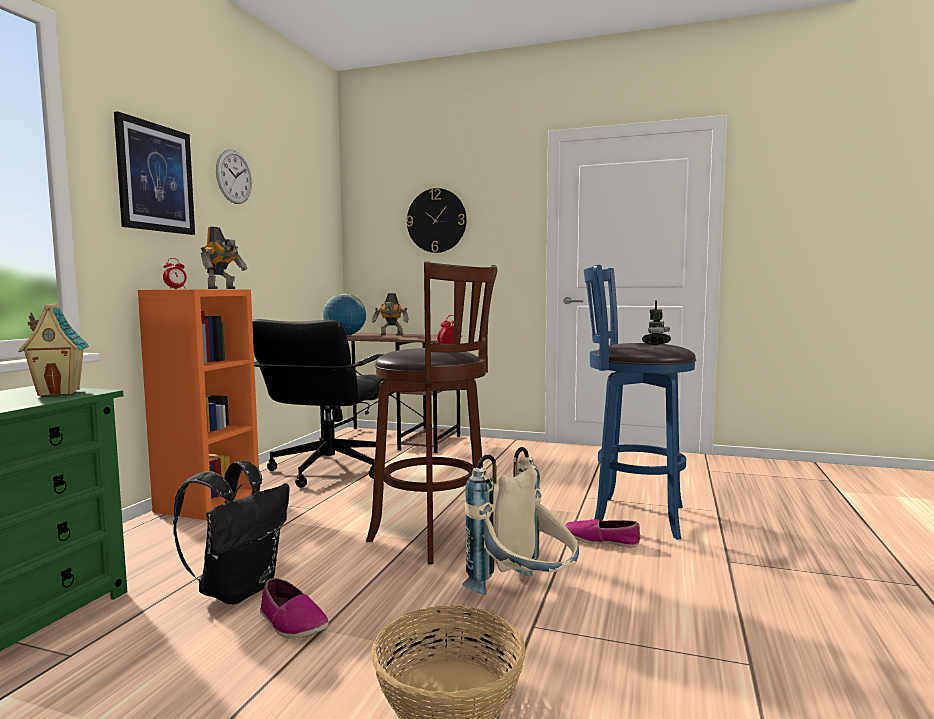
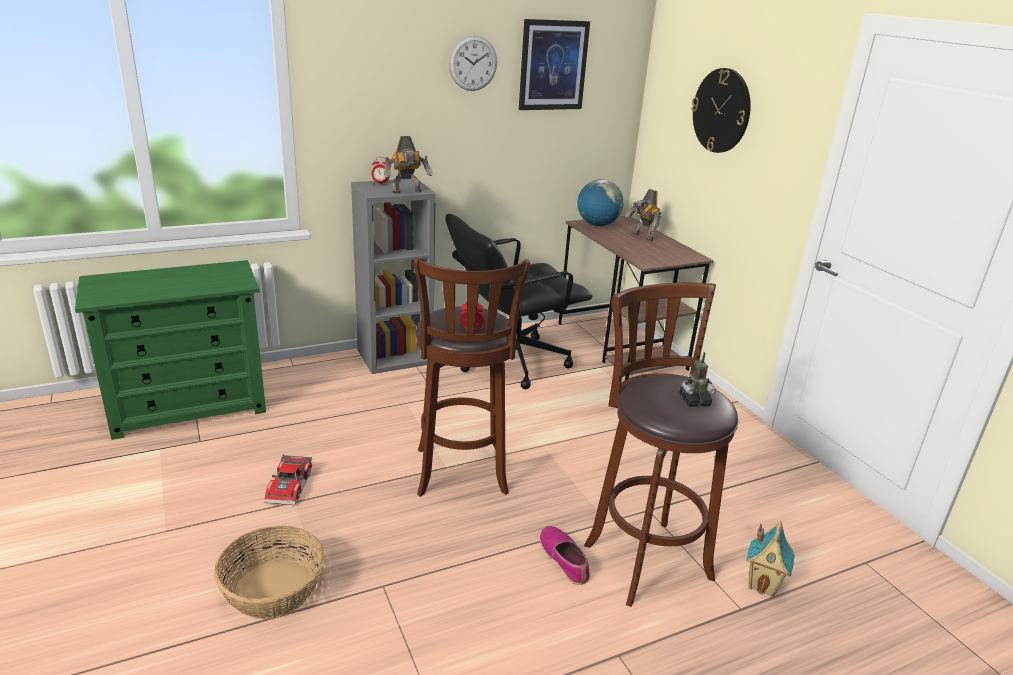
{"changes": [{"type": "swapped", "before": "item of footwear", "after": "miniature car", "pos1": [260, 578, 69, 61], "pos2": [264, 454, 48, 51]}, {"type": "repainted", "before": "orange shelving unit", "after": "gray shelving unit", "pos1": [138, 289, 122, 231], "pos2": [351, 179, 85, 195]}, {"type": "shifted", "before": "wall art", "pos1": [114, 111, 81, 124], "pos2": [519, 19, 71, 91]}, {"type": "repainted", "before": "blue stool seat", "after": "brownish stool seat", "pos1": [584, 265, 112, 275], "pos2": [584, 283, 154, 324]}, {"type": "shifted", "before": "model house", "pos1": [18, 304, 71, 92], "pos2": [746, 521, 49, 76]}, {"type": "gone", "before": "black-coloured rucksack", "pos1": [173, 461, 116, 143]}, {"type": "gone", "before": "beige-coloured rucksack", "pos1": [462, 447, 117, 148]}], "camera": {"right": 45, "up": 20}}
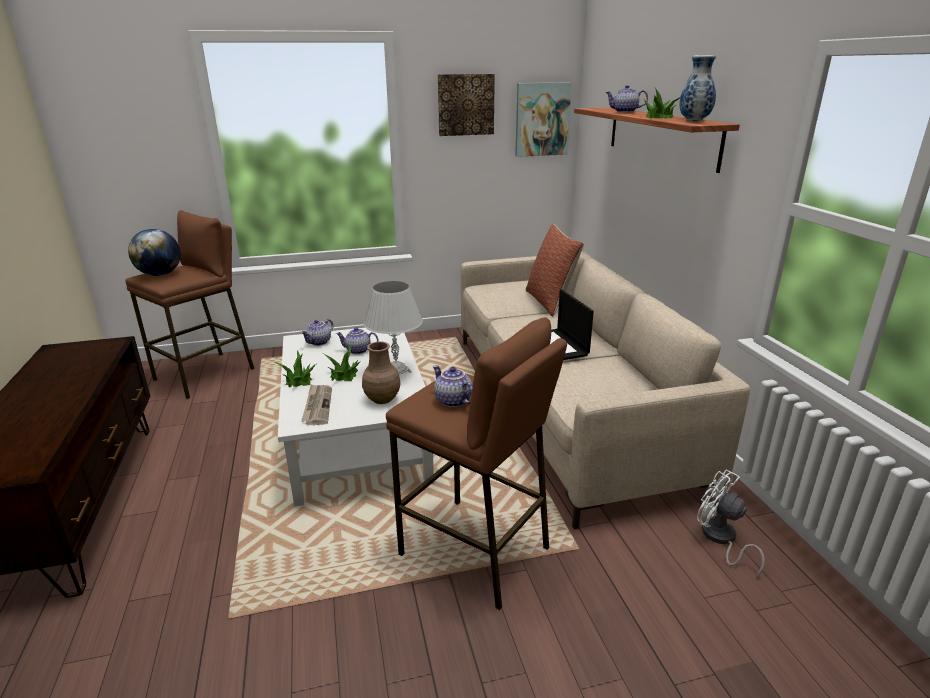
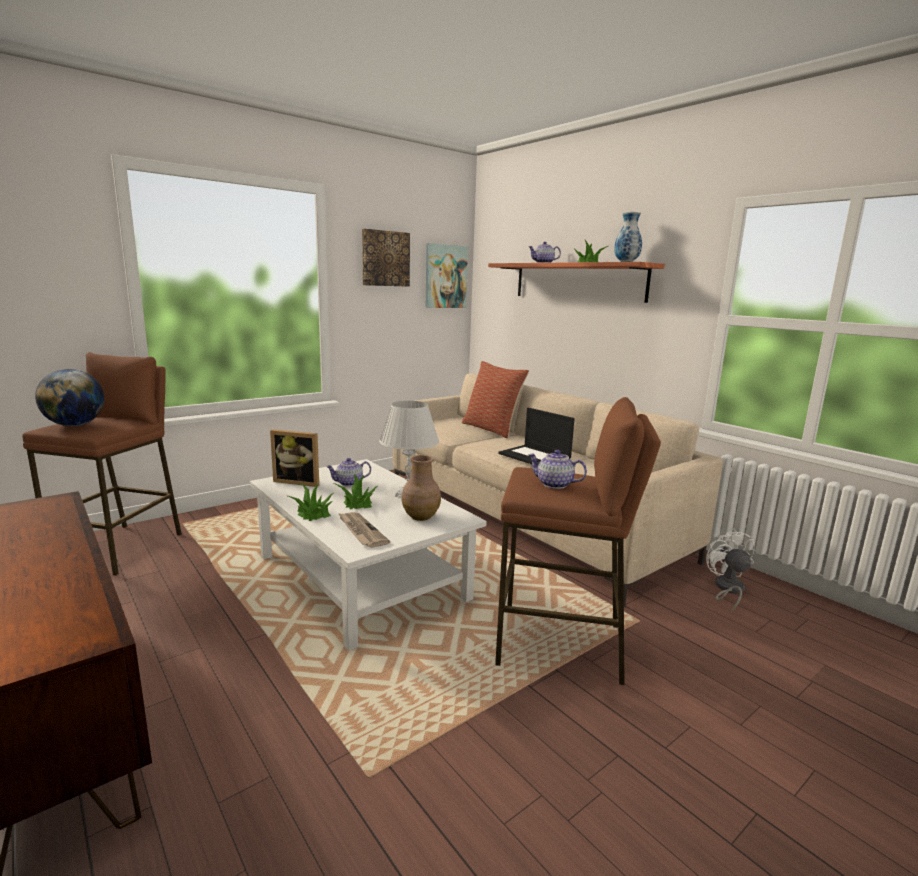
{"changes": [{"type": "swapped", "before": "pot for tea", "after": "photo frame", "pos1": [301, 319, 32, 27], "pos2": [270, 429, 49, 58]}, {"type": "rotated", "before": "white electric fan", "pos1": [697, 470, 68, 108], "pos2": [706, 528, 48, 84], "turn": 60}], "camera": {"right": -25, "up": -10}}
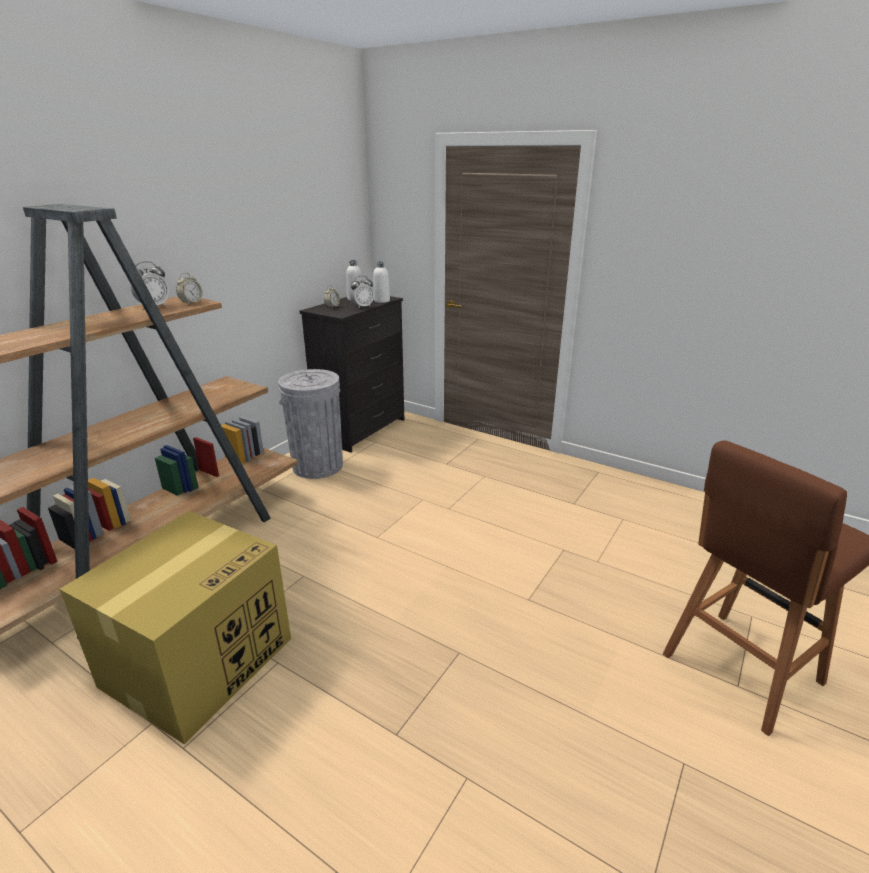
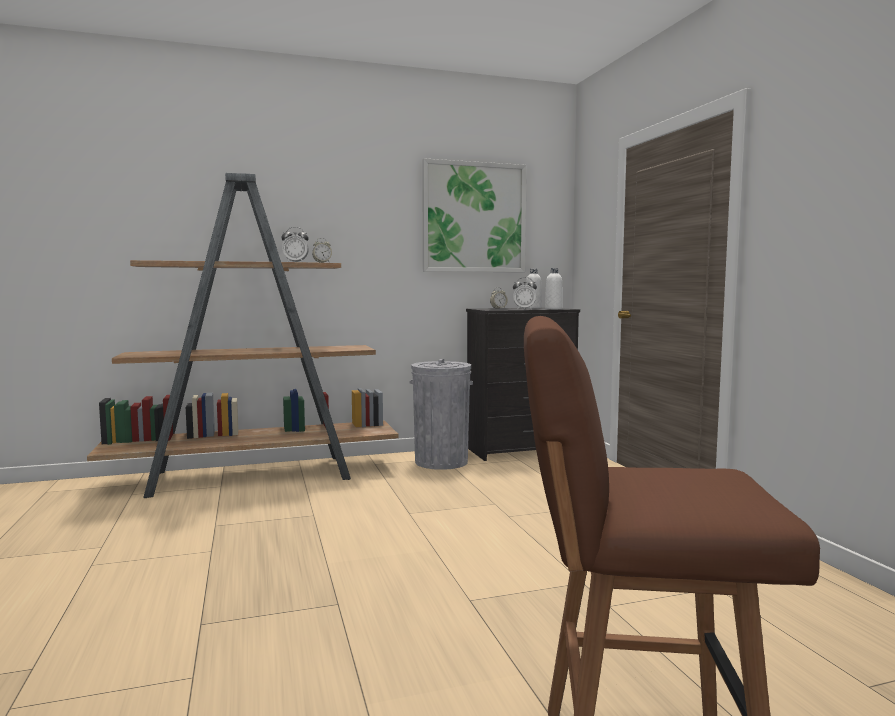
{"changes": [{"type": "new", "after": "wall art", "pos2": [422, 158, 105, 114]}, {"type": "gone", "before": "packing box", "pos1": [60, 511, 231, 233]}], "camera": {"right": 40, "up": -20}}
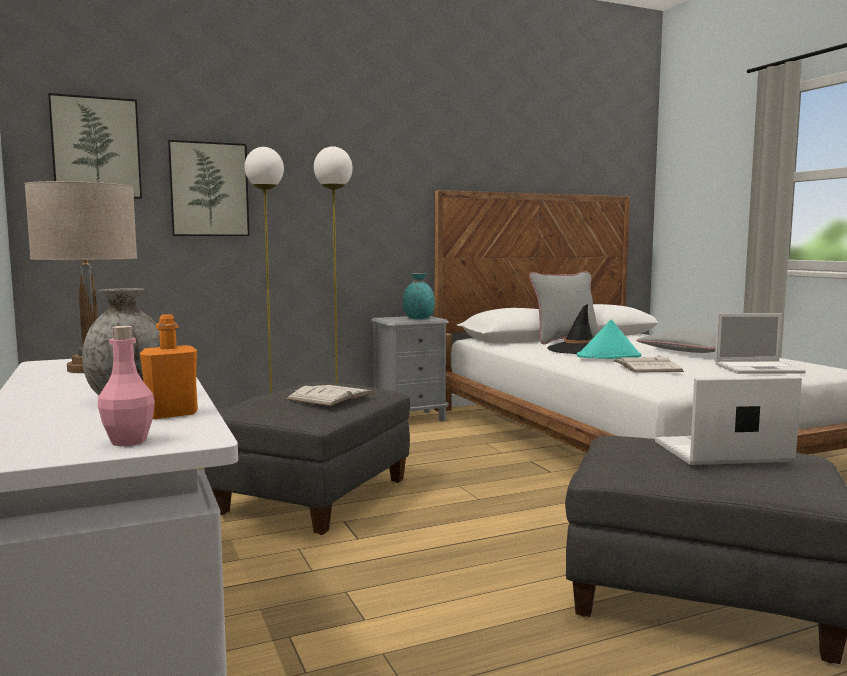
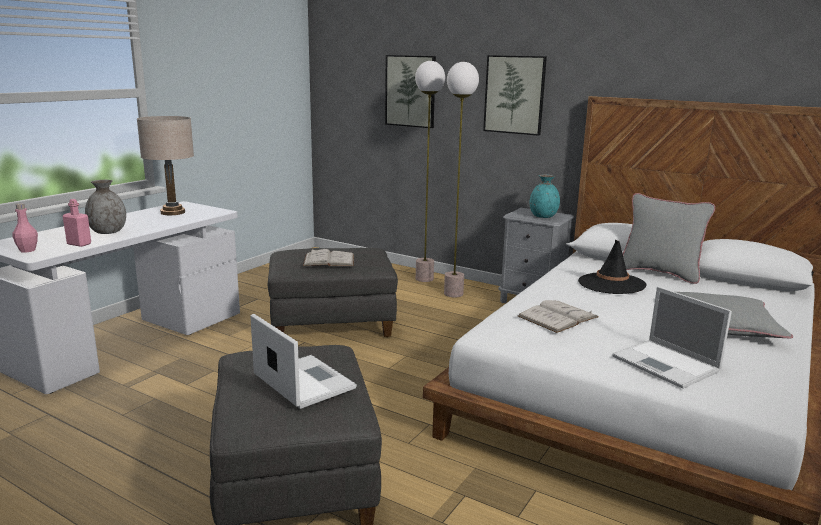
{"changes": [{"type": "repainted", "before": "orange beverage bottle", "after": "pinkish beverage bottle", "pos1": [140, 314, 58, 105], "pos2": [63, 199, 28, 48]}, {"type": "shifted", "before": "wall art", "pos1": [48, 93, 94, 106], "pos2": [483, 55, 64, 81]}, {"type": "gone", "before": "turquoise hat", "pos1": [577, 319, 64, 40]}], "camera": {"right": 55, "up": 10}}
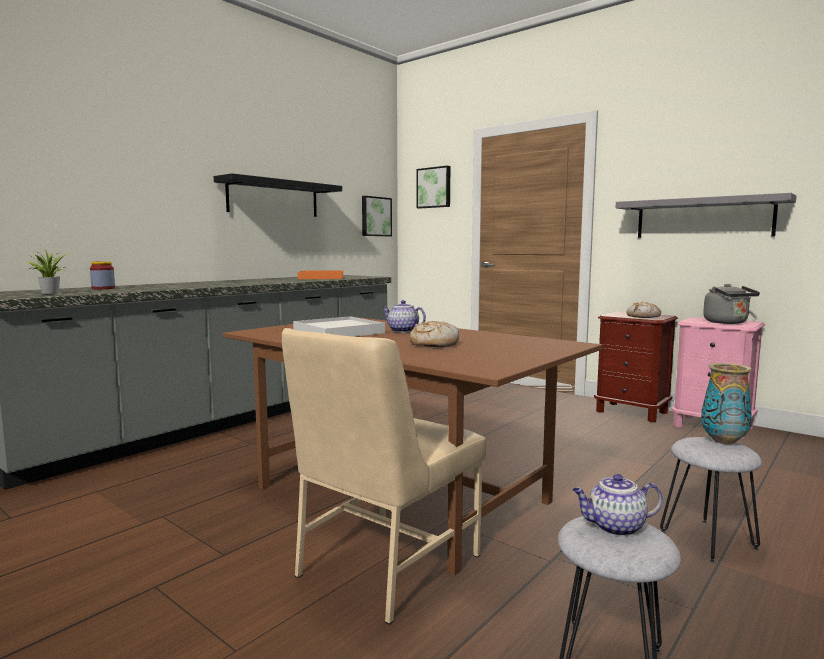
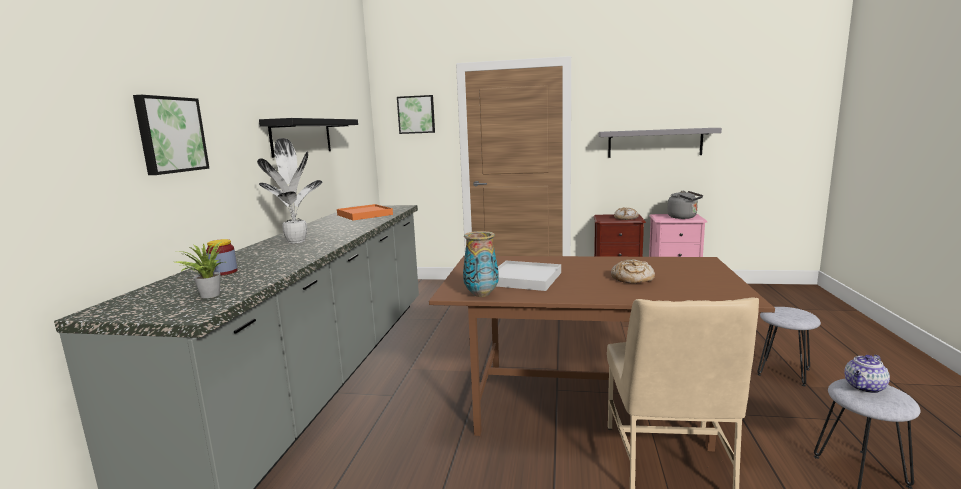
{"changes": [{"type": "shifted", "before": "wall art", "pos1": [362, 196, 30, 40], "pos2": [133, 95, 76, 80]}, {"type": "new", "after": "potted plant", "pos2": [257, 138, 65, 106]}, {"type": "shifted", "before": "flower vase", "pos1": [701, 363, 51, 81], "pos2": [463, 231, 36, 66]}, {"type": "gone", "before": "pot for tea", "pos1": [382, 300, 44, 33]}], "camera": {"right": -30, "up": 5}}
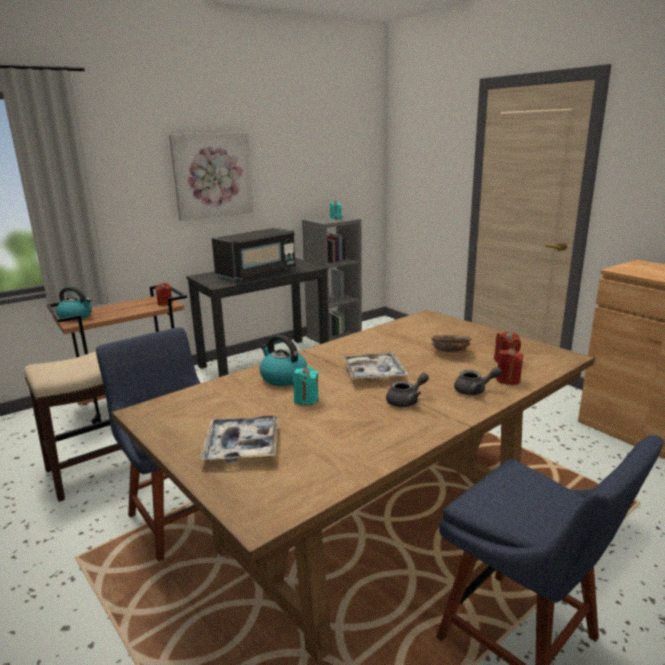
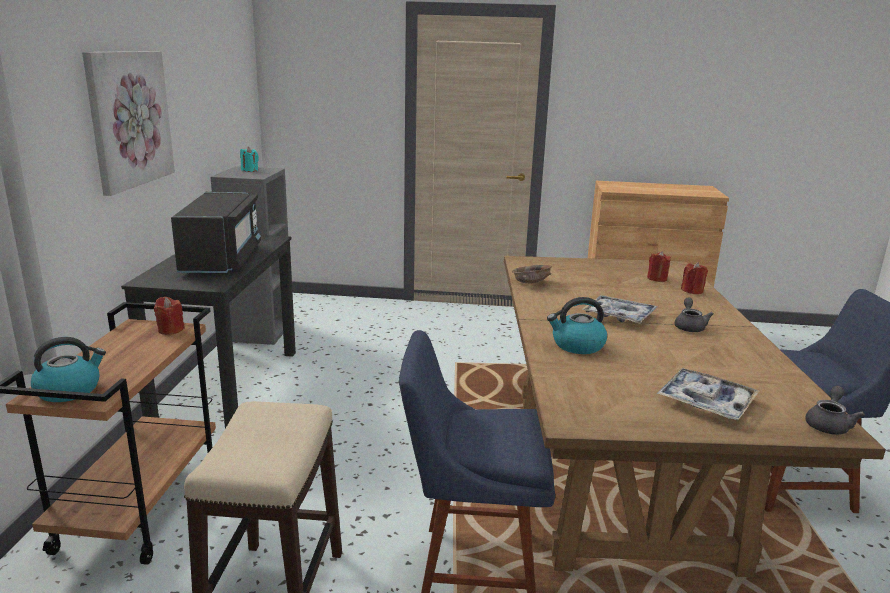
{"changes": [{"type": "shifted", "before": "brownish deep dish", "pos1": [430, 335, 42, 17], "pos2": [512, 265, 40, 19]}, {"type": "shifted", "before": "gray pot for tea", "pos1": [454, 367, 48, 28], "pos2": [805, 386, 60, 49]}, {"type": "gone", "before": "turquoise wax candle", "pos1": [293, 366, 26, 39]}], "camera": {"right": -50, "up": 0}}
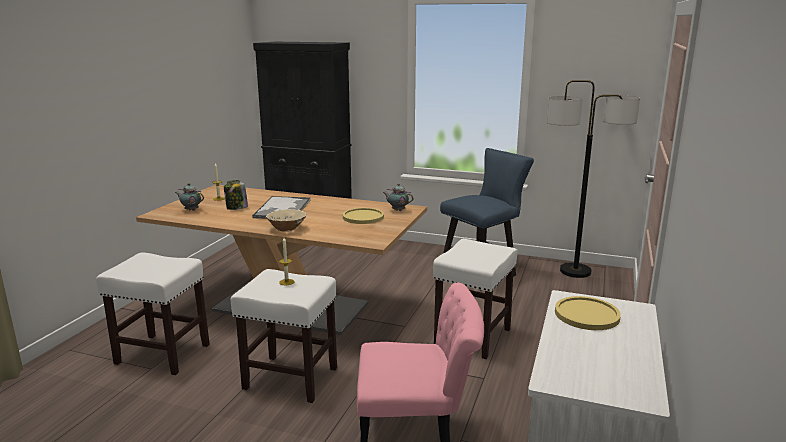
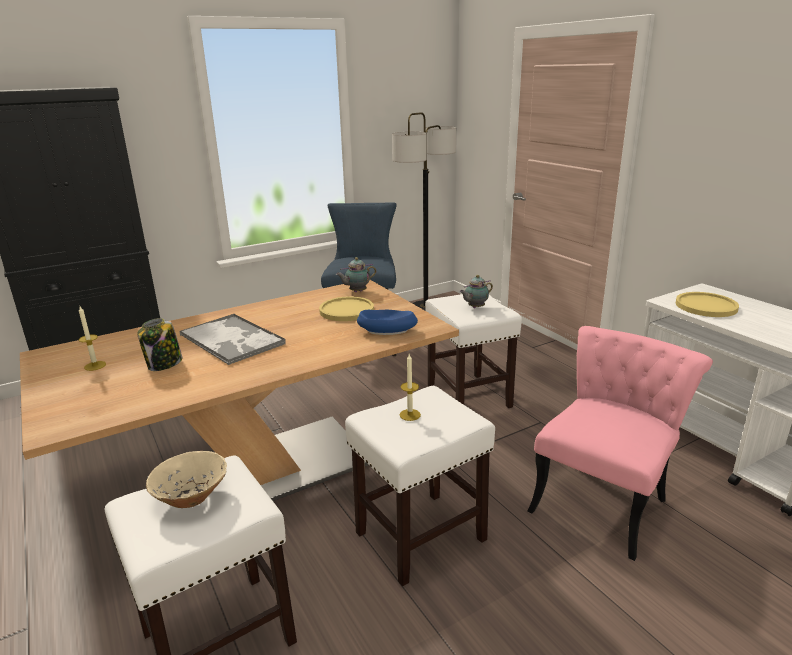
{"changes": [{"type": "shifted", "before": "beige-coloured deep dish", "pos1": [266, 209, 40, 23], "pos2": [146, 451, 81, 57]}, {"type": "new", "after": "blue deep dish", "pos2": [357, 310, 61, 25]}, {"type": "shifted", "before": "pot for tea", "pos1": [175, 183, 29, 28], "pos2": [459, 275, 34, 33]}], "camera": {"right": -50, "up": 5}}
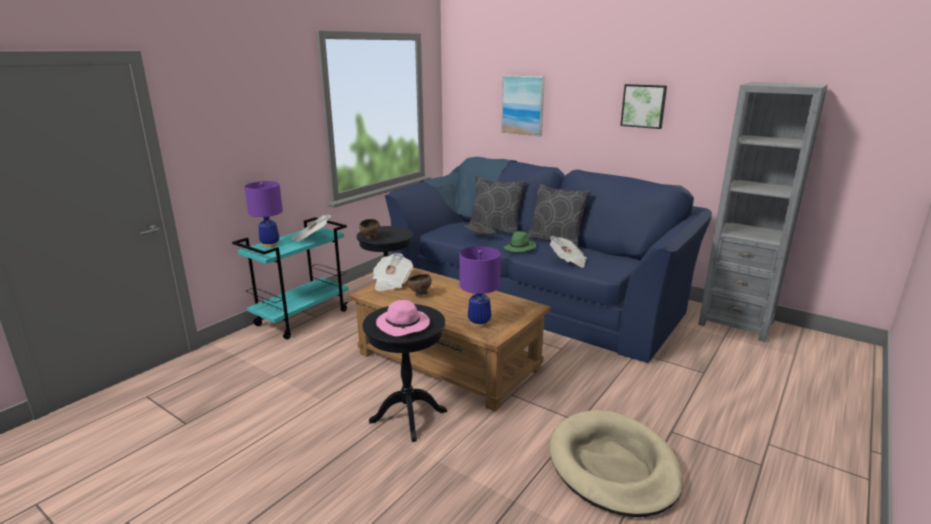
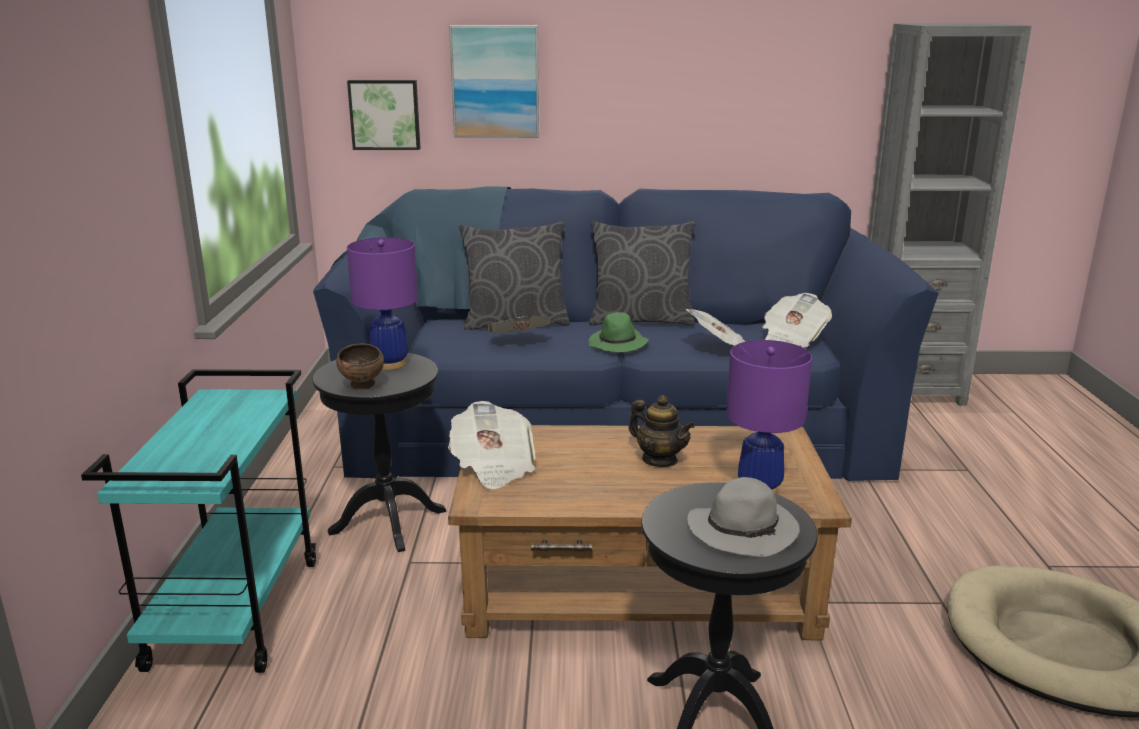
{"changes": [{"type": "shifted", "before": "wall art", "pos1": [620, 84, 47, 45], "pos2": [347, 80, 74, 70]}, {"type": "shifted", "before": "purple-coloured tabletop lamp", "pos1": [244, 181, 39, 66], "pos2": [347, 237, 71, 133]}, {"type": "new", "after": "pot for tea", "pos2": [629, 395, 66, 72]}, {"type": "repainted", "before": "pinkish hat", "after": "gray hat", "pos1": [376, 300, 54, 36], "pos2": [687, 477, 113, 80]}, {"type": "shifted", "before": "daily paper", "pos1": [291, 215, 40, 27], "pos2": [763, 293, 69, 55]}, {"type": "gone", "before": "brownish deep dish", "pos1": [407, 274, 25, 22]}], "camera": {"right": -35, "up": 0}}
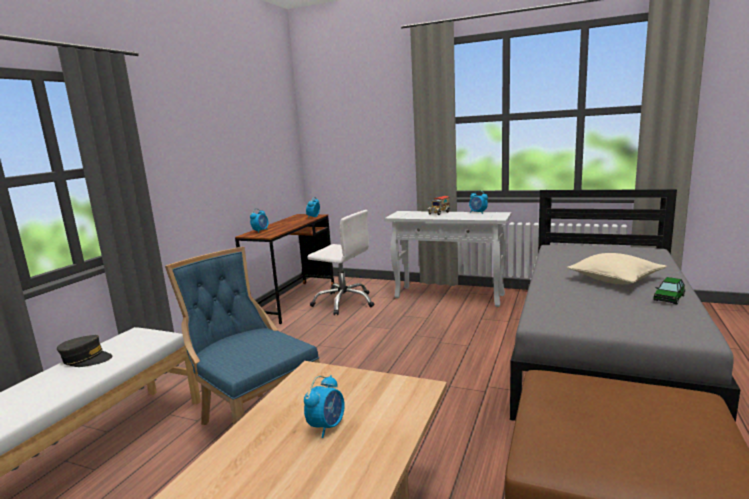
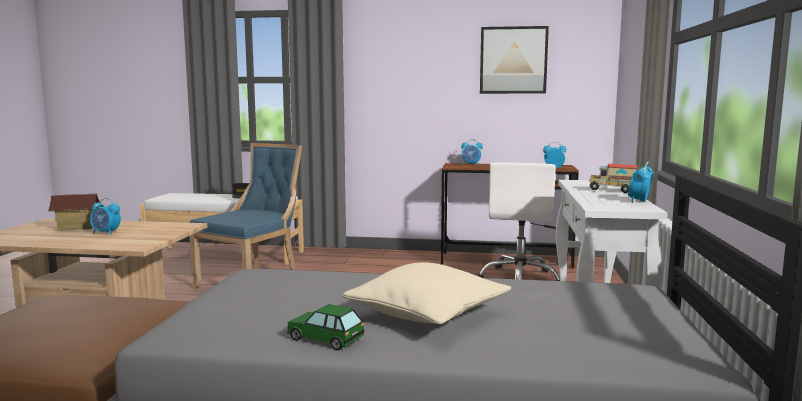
{"changes": [{"type": "new", "after": "model house", "pos2": [48, 194, 52, 37]}, {"type": "new", "after": "wall art", "pos2": [480, 26, 69, 68]}], "camera": {"right": 75, "up": -5}}
